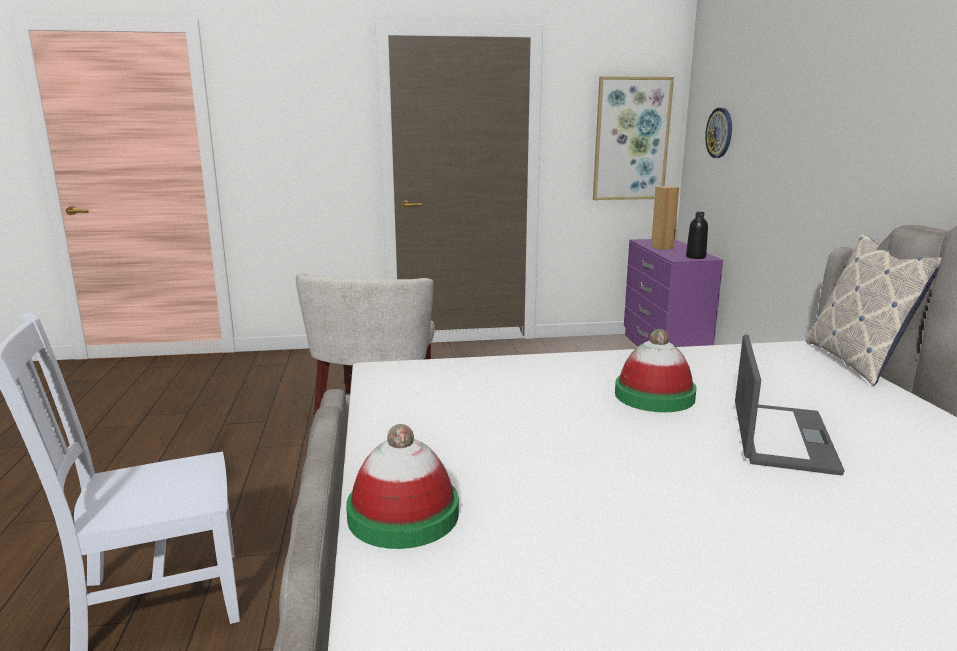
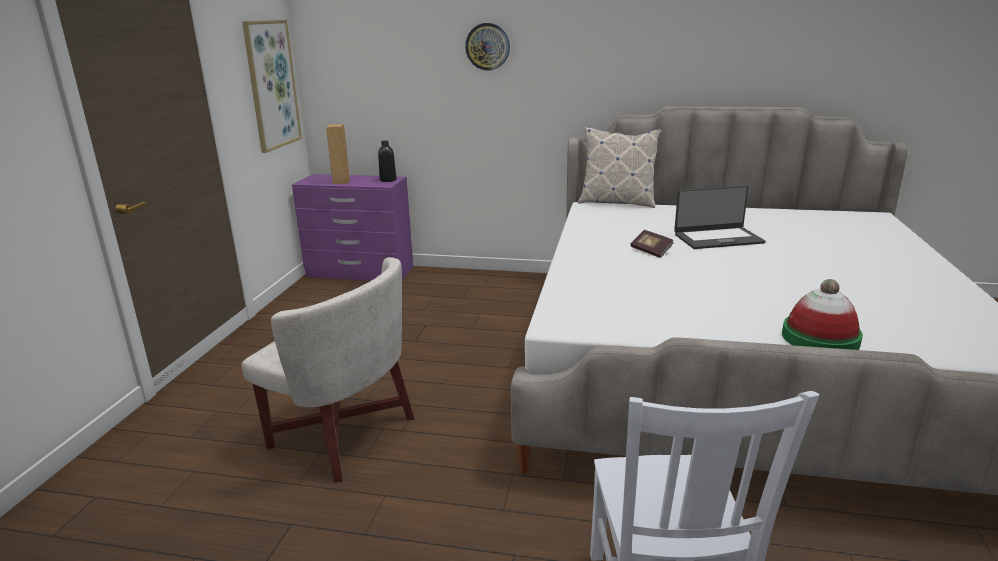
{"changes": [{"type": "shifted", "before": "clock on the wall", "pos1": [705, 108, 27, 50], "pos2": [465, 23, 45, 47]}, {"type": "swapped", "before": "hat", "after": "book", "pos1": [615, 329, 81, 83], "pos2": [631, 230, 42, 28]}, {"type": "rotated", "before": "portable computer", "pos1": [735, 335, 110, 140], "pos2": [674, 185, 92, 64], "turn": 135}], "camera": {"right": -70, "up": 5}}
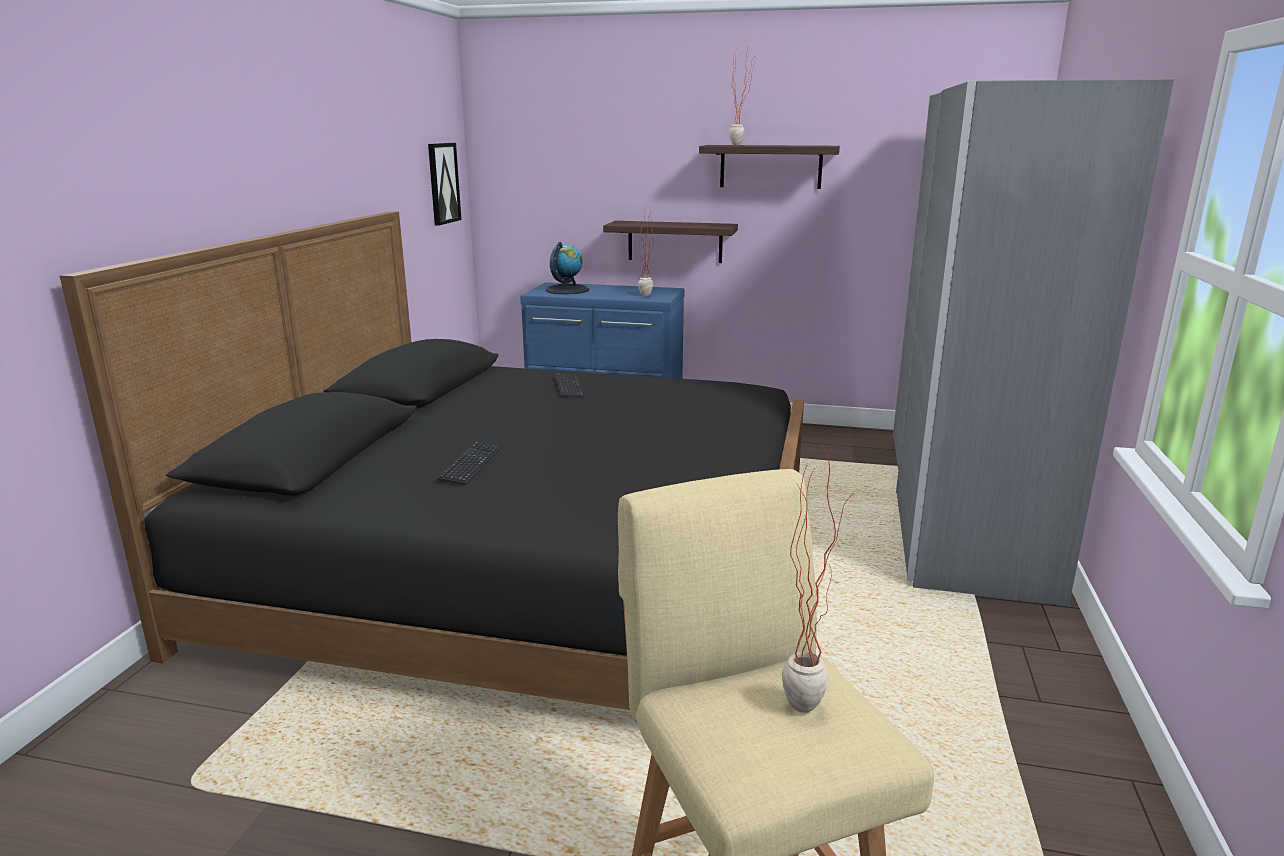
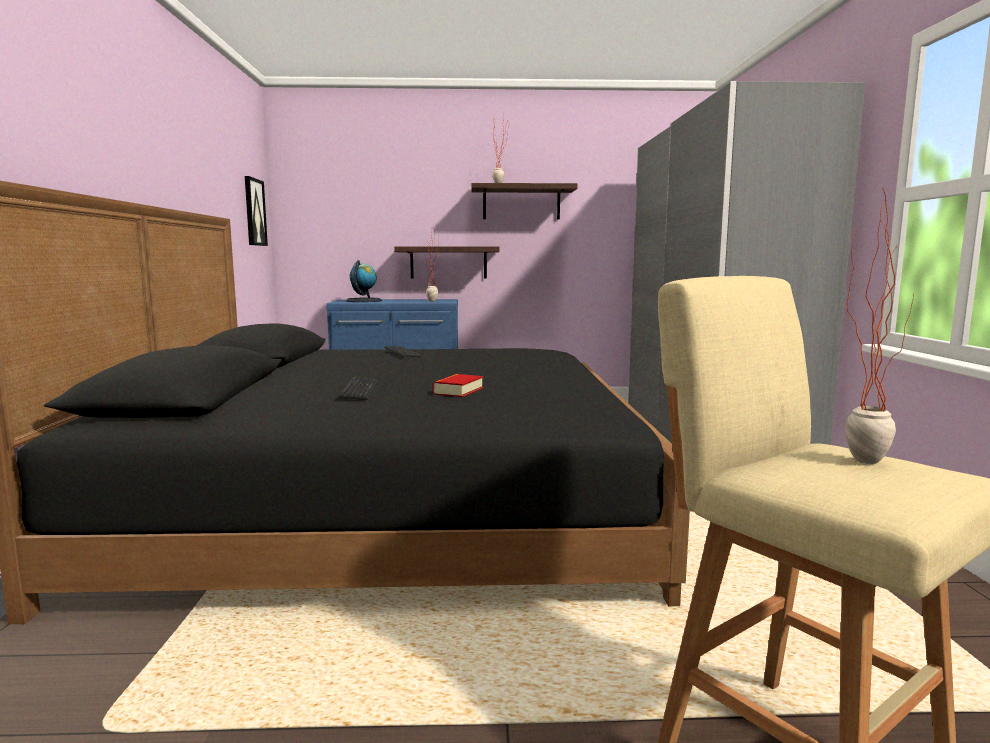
{"changes": [{"type": "new", "after": "book", "pos2": [433, 374, 50, 23]}], "camera": {"right": -15, "up": -10}}
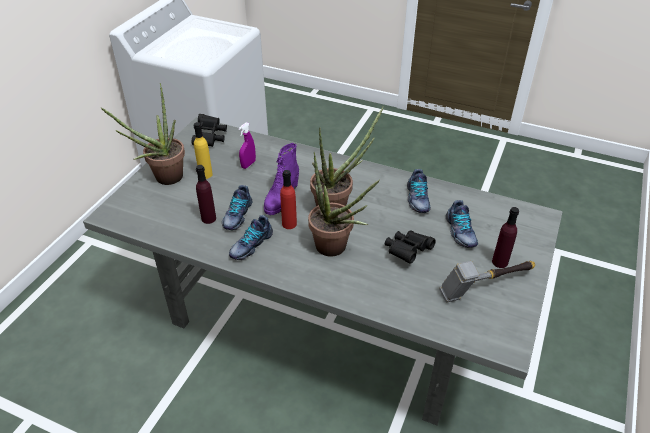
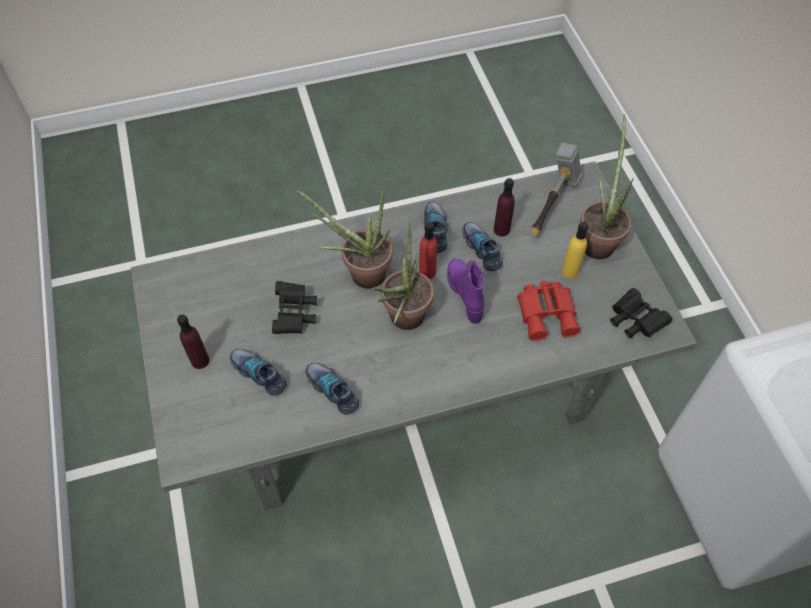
{"changes": [{"type": "swapped", "before": "purple-coloured sprayer", "after": "red binoculars", "pos1": [238, 122, 18, 47], "pos2": [517, 281, 63, 60]}, {"type": "shifted", "before": "hand hammer", "pos1": [439, 261, 96, 42], "pos2": [531, 143, 51, 93]}], "camera": {"right": 140, "up": 15}}
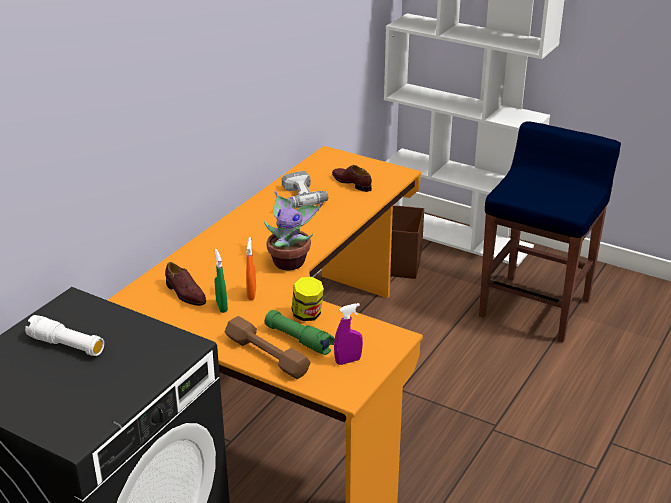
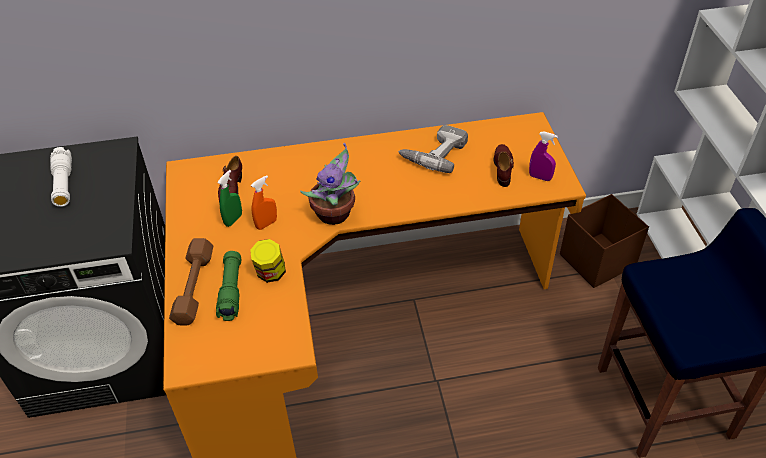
{"changes": [{"type": "shifted", "before": "purple-coloured sprayer", "pos1": [334, 303, 29, 62], "pos2": [529, 131, 29, 50]}], "camera": {"right": 50, "up": 15}}
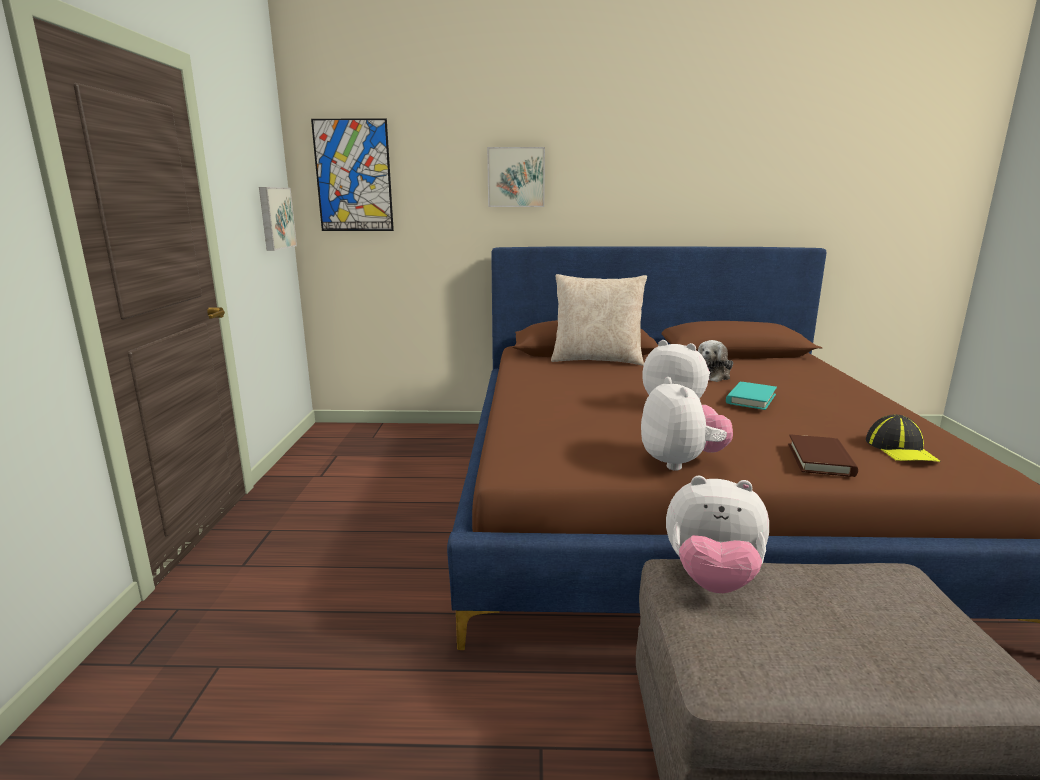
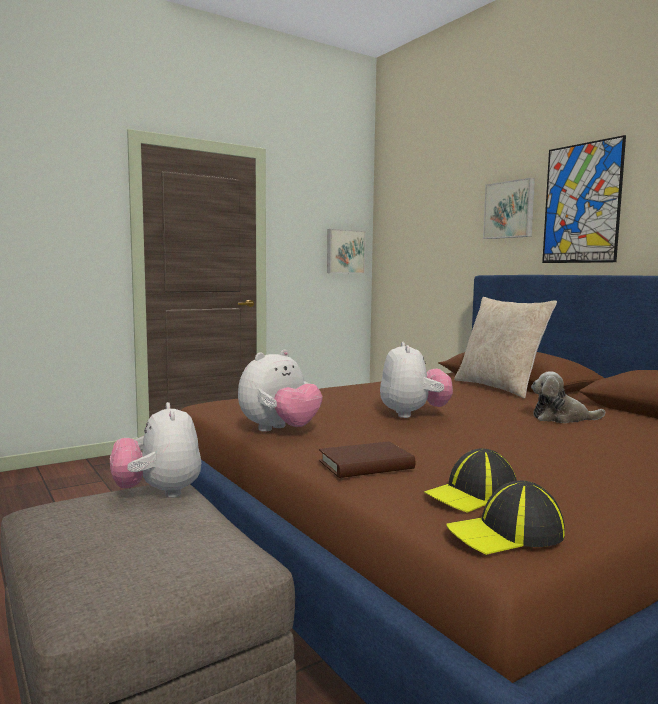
{"changes": [{"type": "new", "after": "baseball cap", "pos2": [446, 480, 119, 75]}, {"type": "shifted", "before": "wall art", "pos1": [311, 118, 83, 113], "pos2": [542, 135, 84, 128]}, {"type": "gone", "before": "turquoise book", "pos1": [726, 382, 51, 28]}], "camera": {"right": 55, "up": -10}}
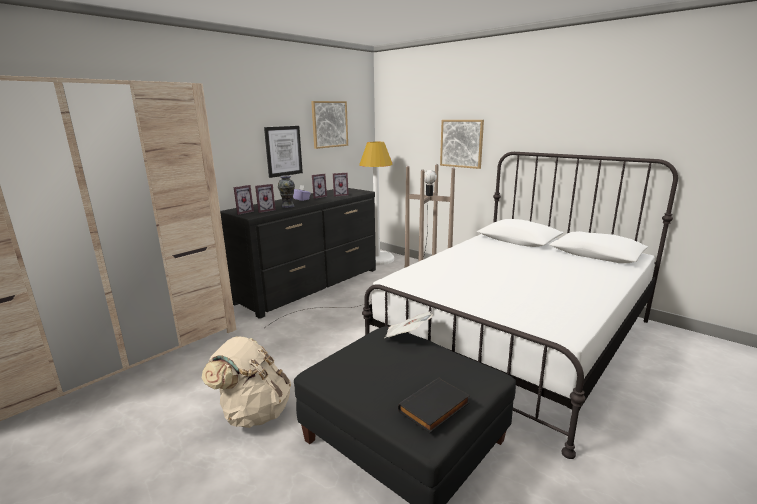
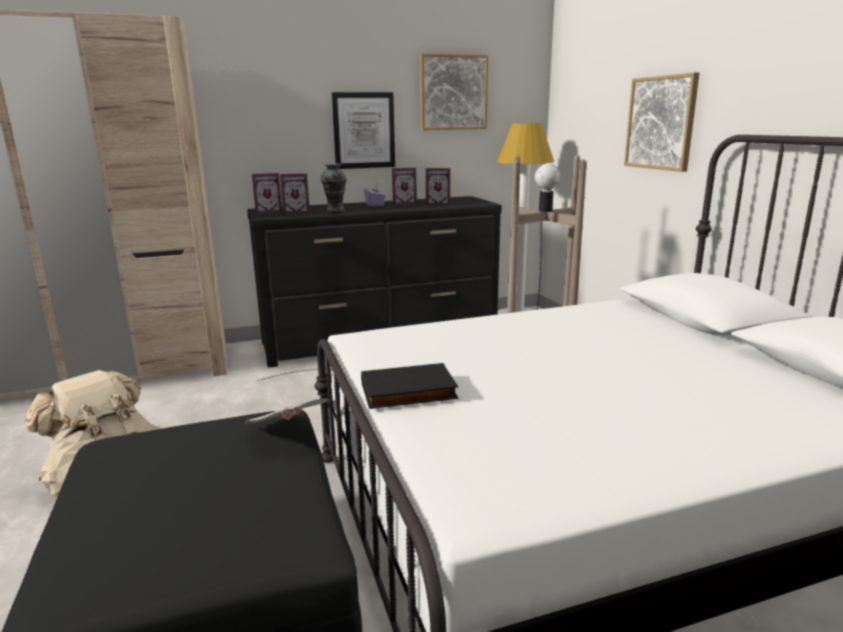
{"changes": [{"type": "shifted", "before": "black-coloured book", "pos1": [398, 378, 72, 55], "pos2": [361, 363, 97, 46]}], "camera": {"right": 30, "up": 0}}
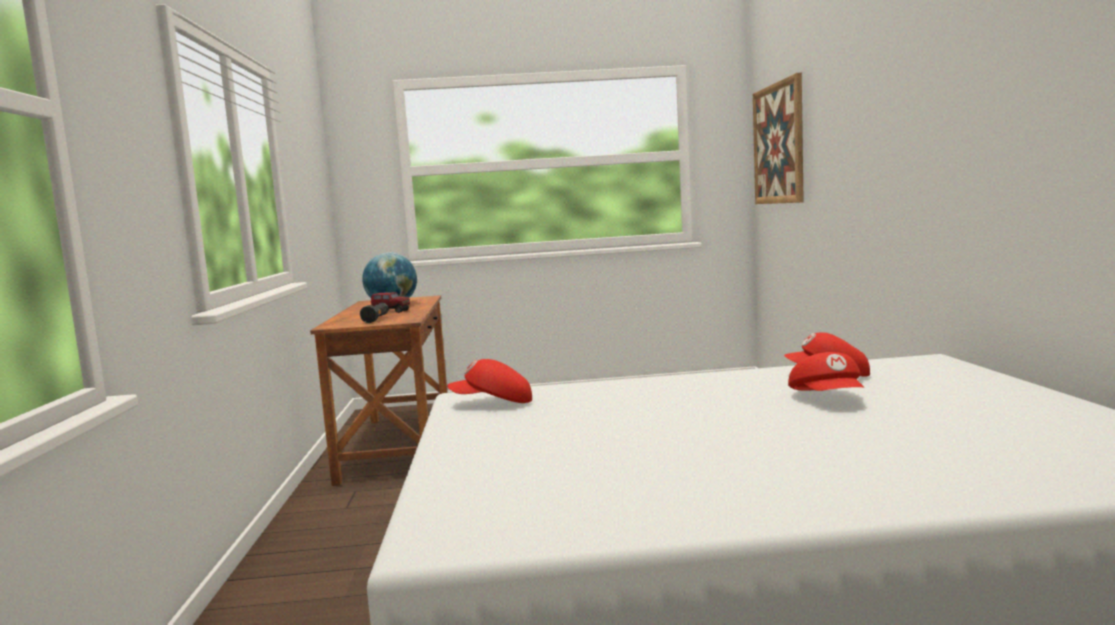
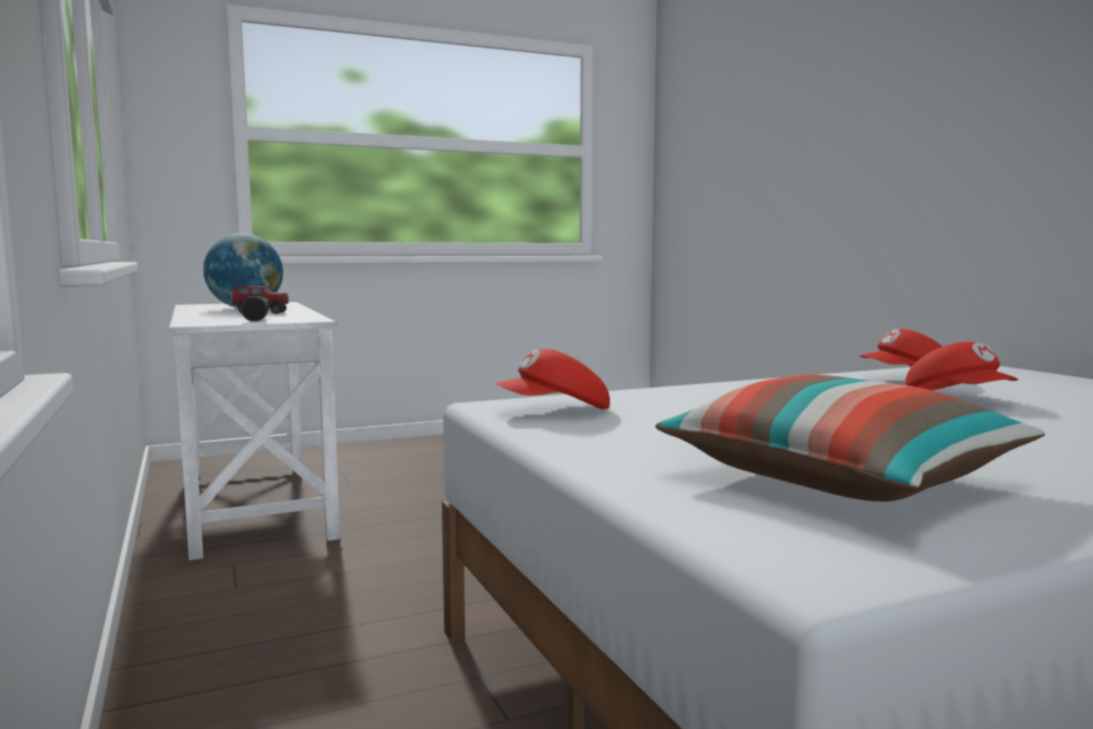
{"changes": [{"type": "repainted", "before": "brownish desk unit", "after": "white desk unit", "pos1": [310, 295, 137, 191], "pos2": [169, 302, 171, 258]}, {"type": "new", "after": "pillow", "pos2": [655, 375, 390, 127]}, {"type": "gone", "before": "wall art", "pos1": [753, 73, 51, 131]}], "camera": {"right": -20, "up": 0}}
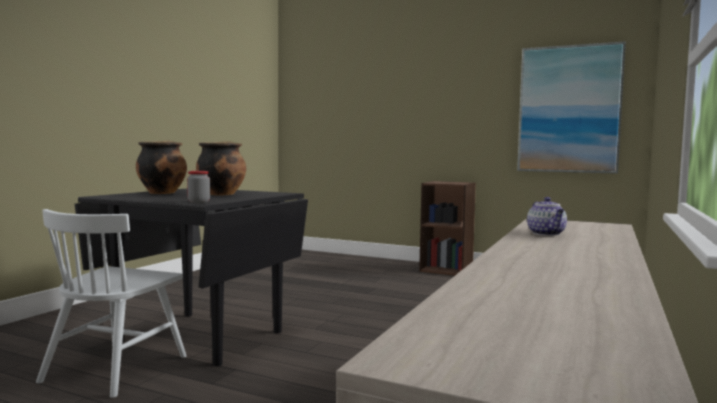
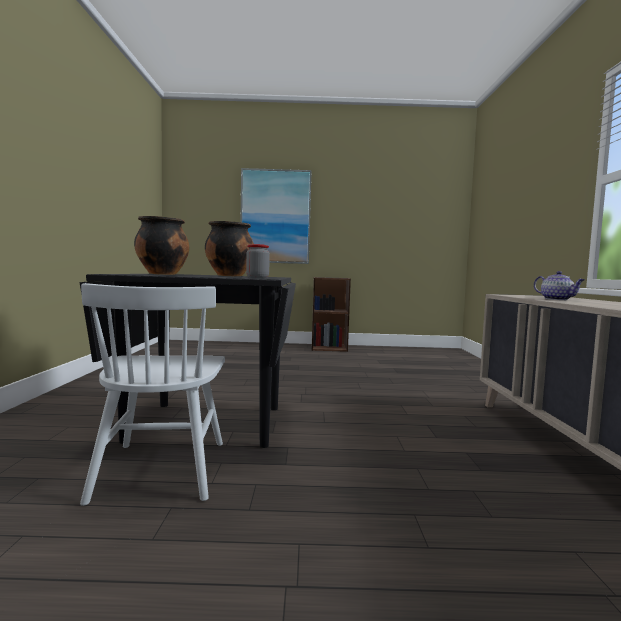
{"changes": [{"type": "shifted", "before": "wall art", "pos1": [517, 41, 109, 133], "pos2": [240, 168, 72, 96]}], "camera": {"right": -25, "up": 0}}
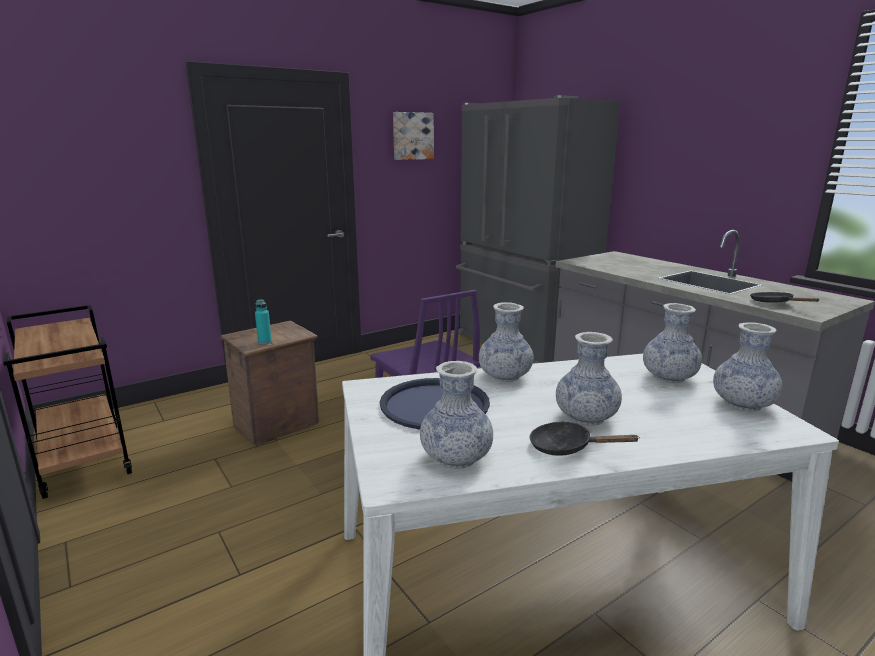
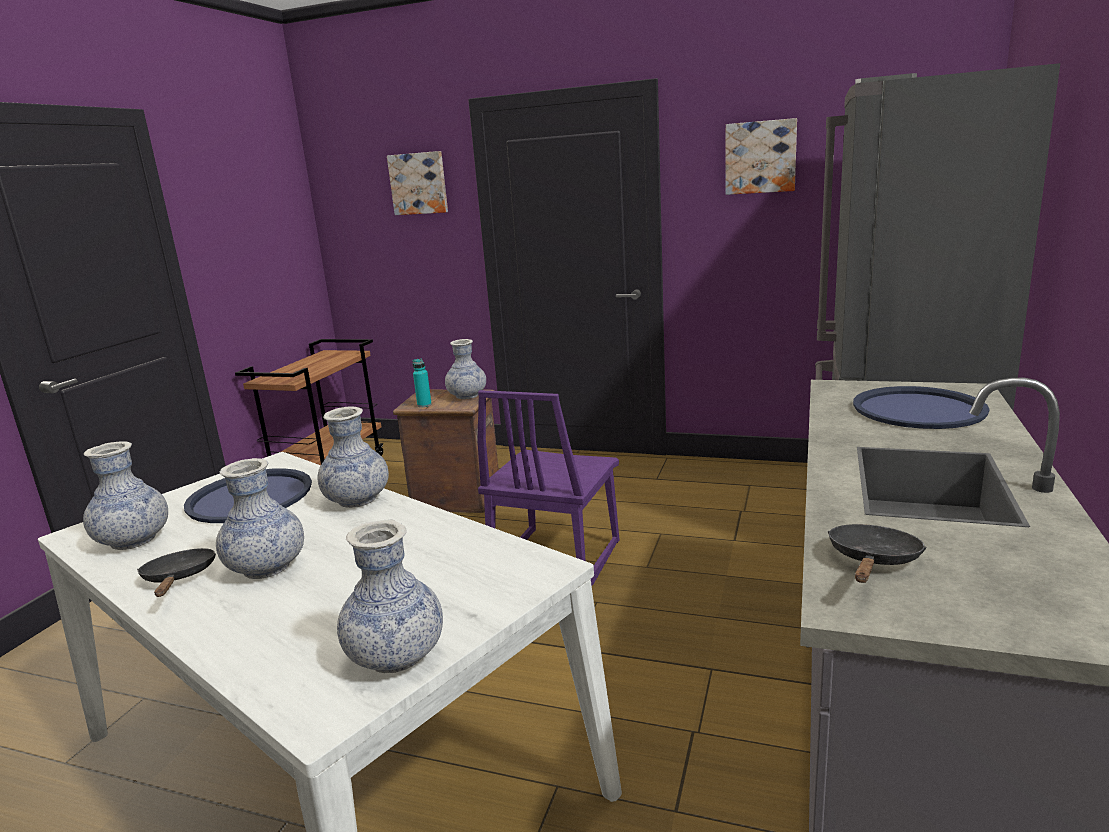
{"changes": [{"type": "new", "after": "wall art", "pos2": [387, 151, 61, 64]}, {"type": "shifted", "before": "flower vase", "pos1": [643, 303, 59, 80], "pos2": [445, 339, 41, 60]}, {"type": "new", "after": "blue tray", "pos2": [853, 386, 137, 43]}], "camera": {"right": 55, "up": 0}}
